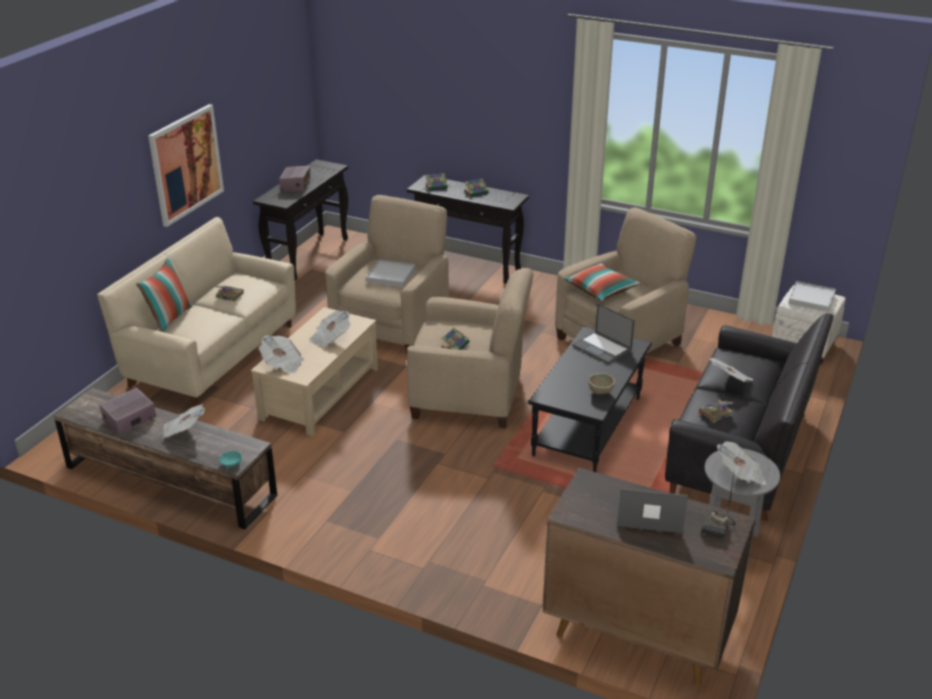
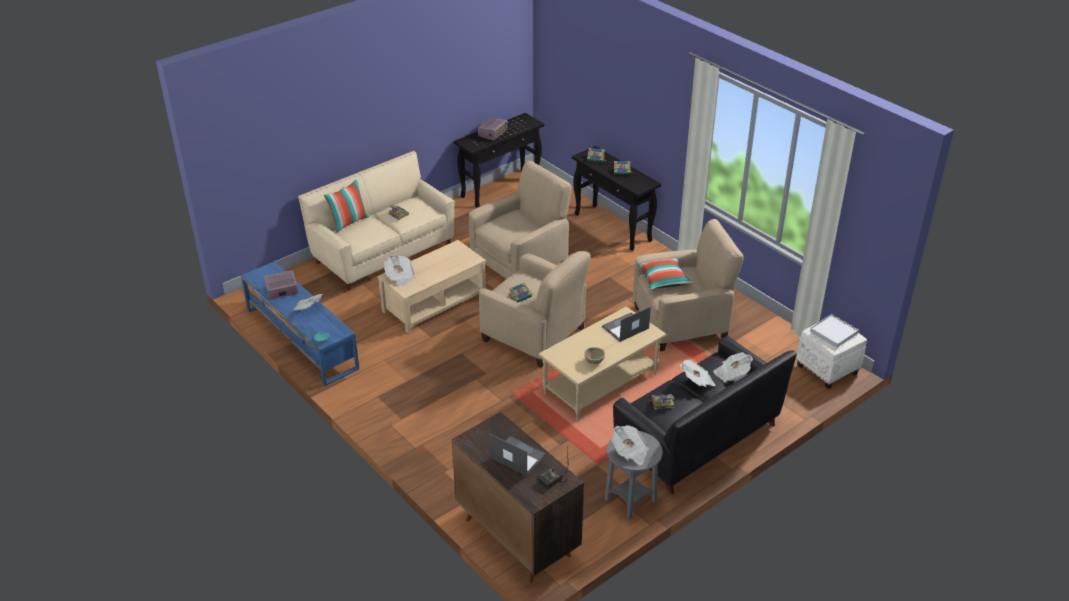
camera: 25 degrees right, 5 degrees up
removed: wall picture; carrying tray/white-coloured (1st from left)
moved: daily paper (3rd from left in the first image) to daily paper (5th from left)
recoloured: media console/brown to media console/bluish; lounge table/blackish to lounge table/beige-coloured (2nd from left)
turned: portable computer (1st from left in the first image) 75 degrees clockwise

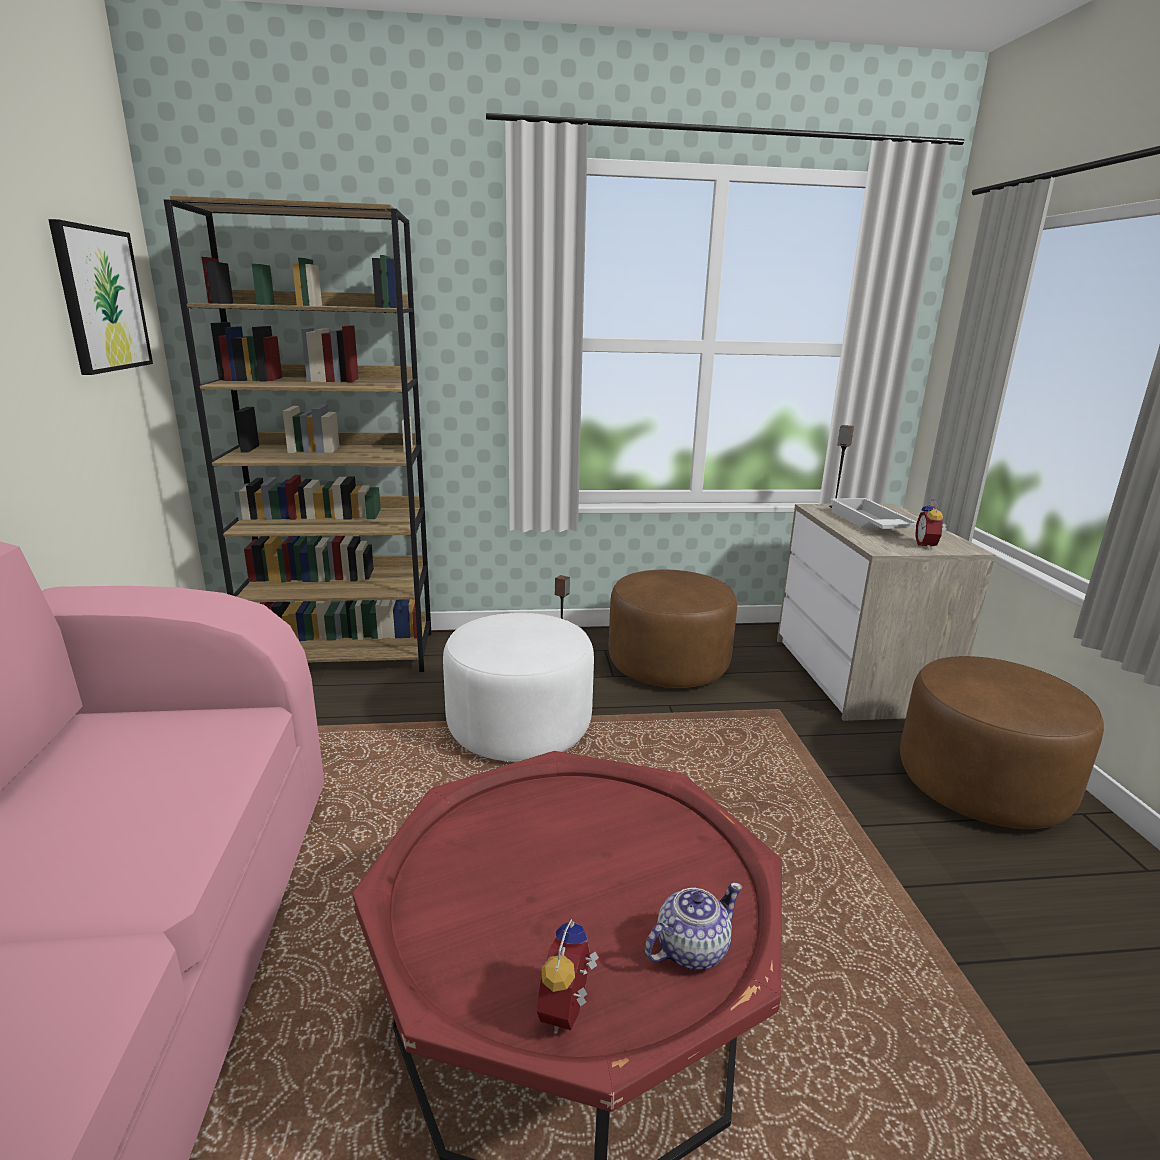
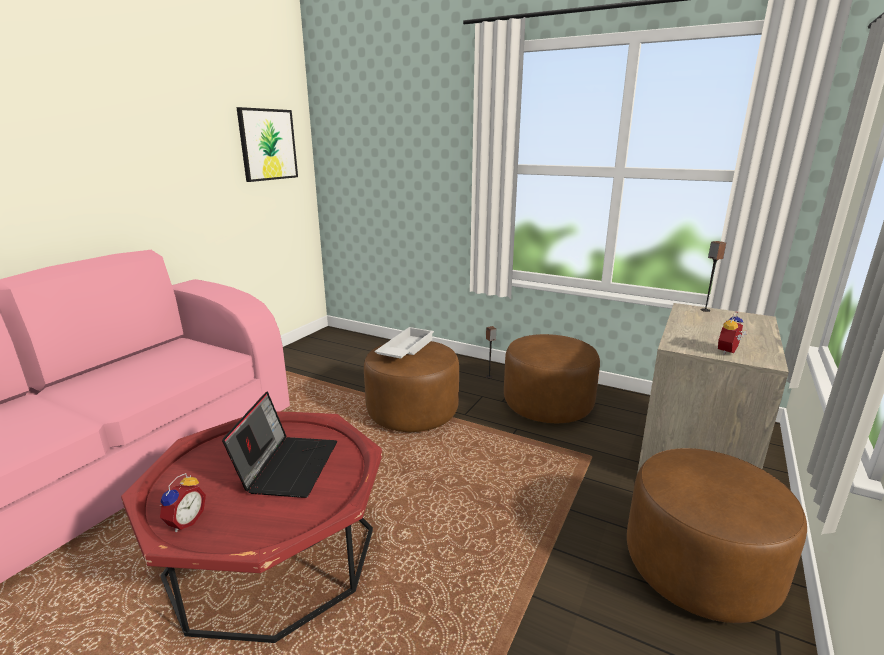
camera: 35 degrees right, 0 degrees up
removed: shelving unit/brown; teapot
added: portable computer
moved: carrying tray/white-coloured
recoloured: ottoman/white-coloured to ottoman/brown (1st from left)
turned: table clock (1st from left) 150 degrees clockwise

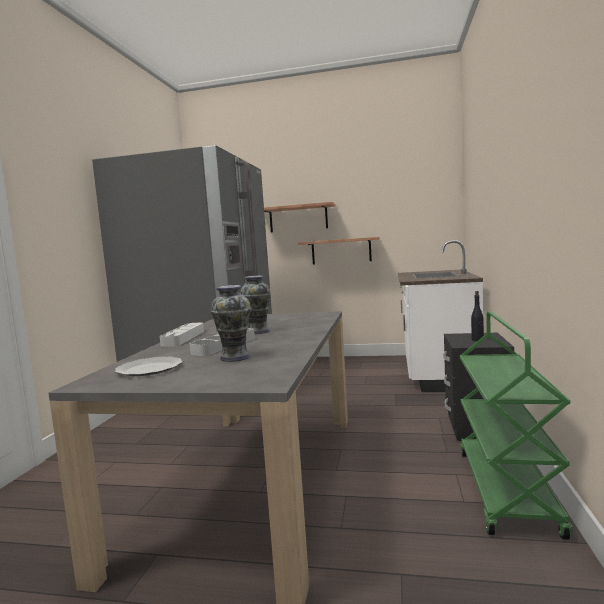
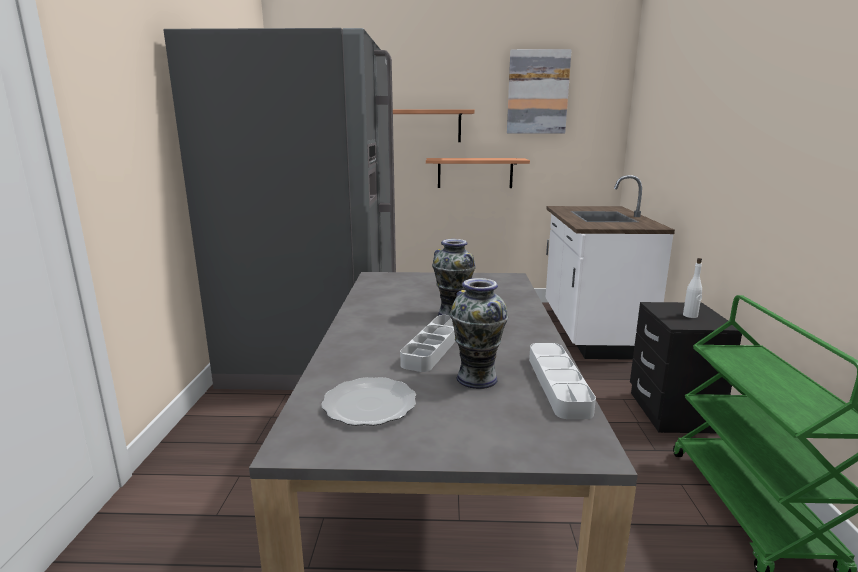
camera: 10 degrees left, 10 degrees up
added: wall picture
moved: carrying tray/greyish (1st from left in the first image) to carrying tray/greyish (2nd from left)
recoloured: drink bottle/blackish to drink bottle/white-coloured

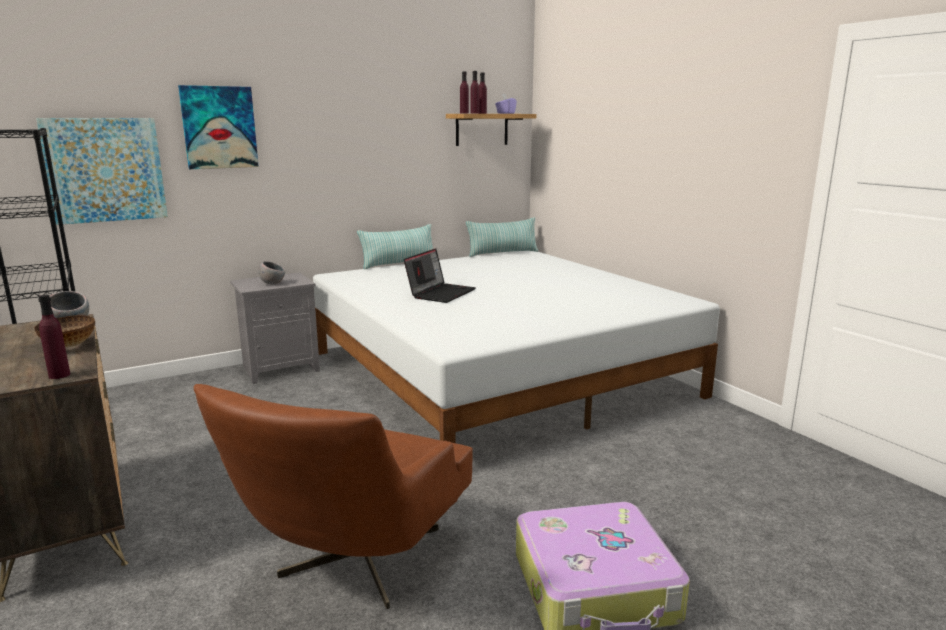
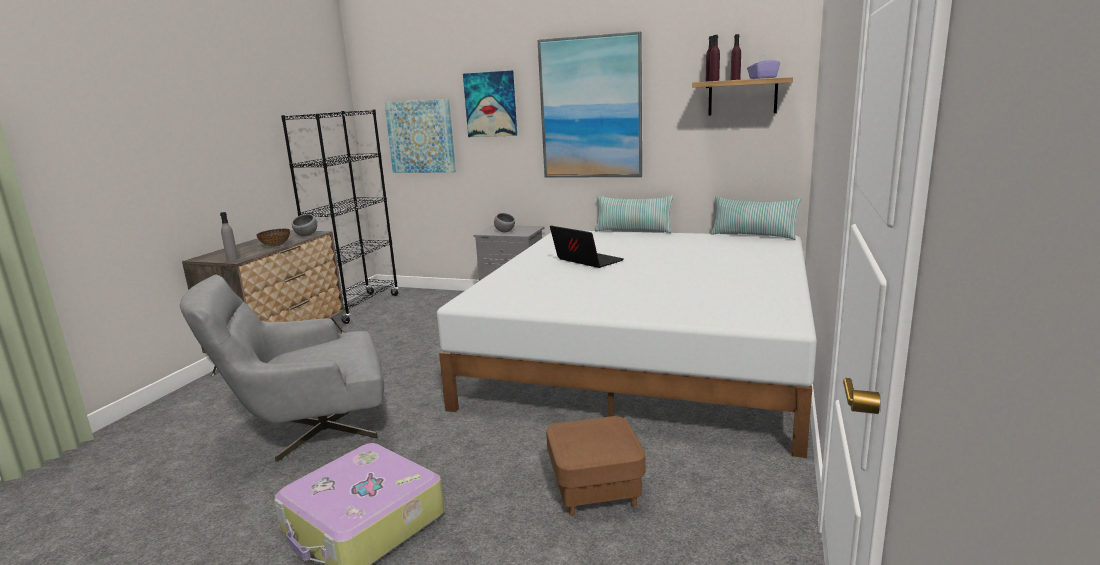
camera: 50 degrees right, 0 degrees up
added: wall picture (3rd from left); ottoman/brown
recoloured: drink bottle/purple (1st from left) to drink bottle/greyish; easy chair/brown to easy chair/greyish
turned: portable computer 120 degrees counterclockwise

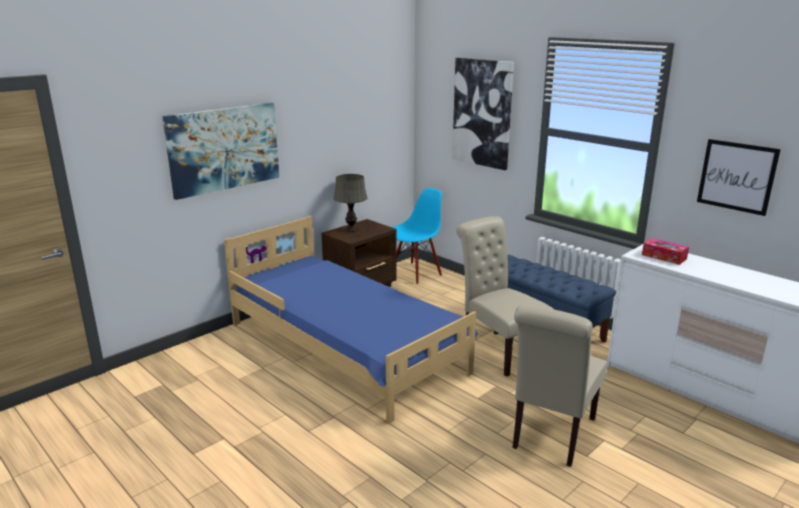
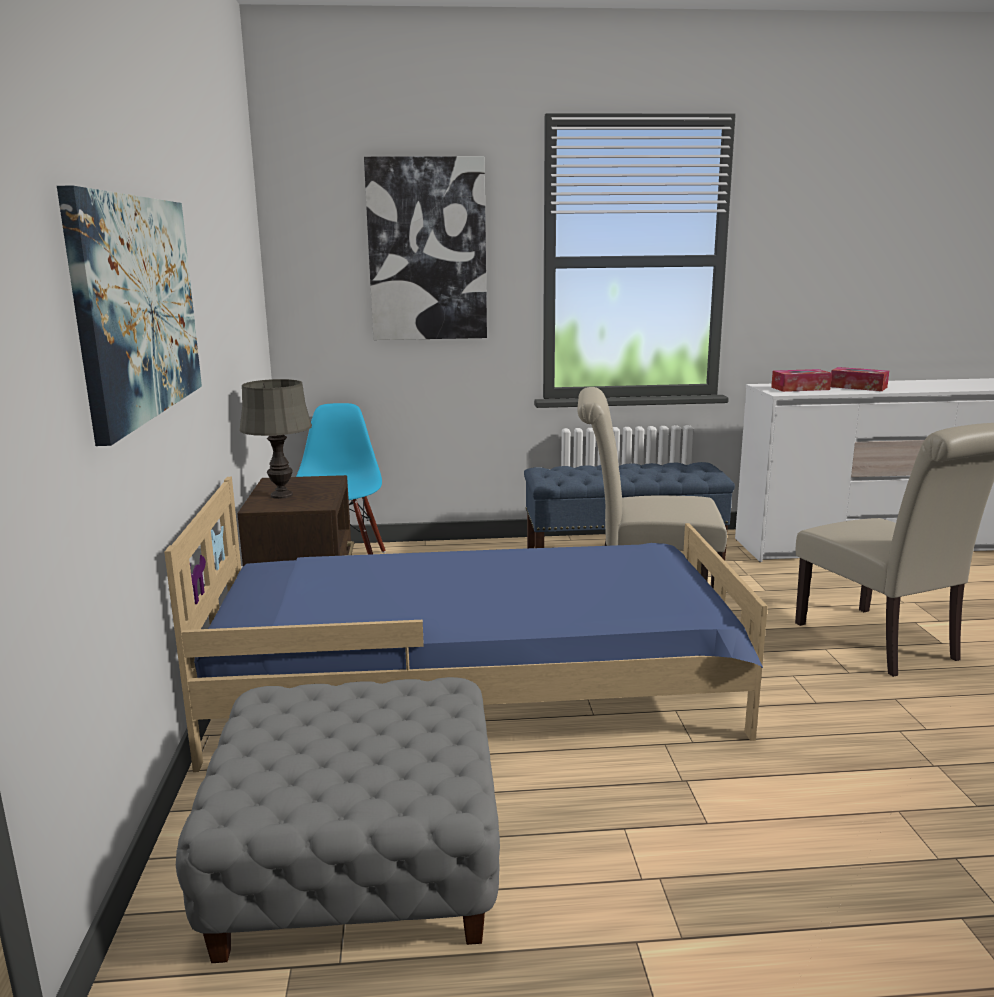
camera: 50 degrees left, 5 degrees down
removed: wall picture (3rd from left)
added: ottoman/greyish; tissue holder (2nd from left)

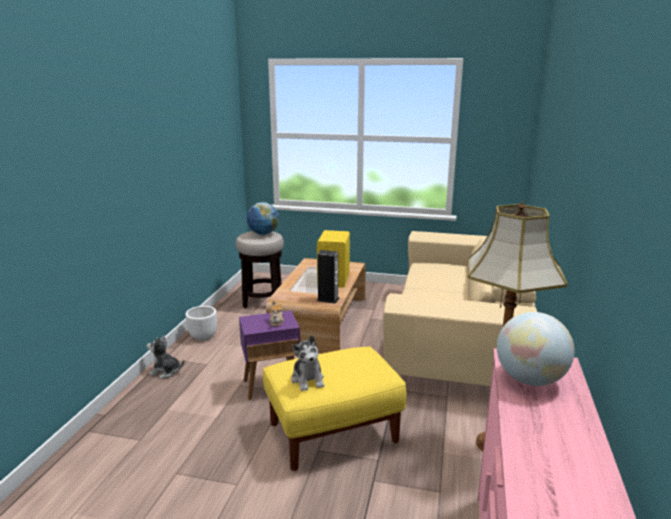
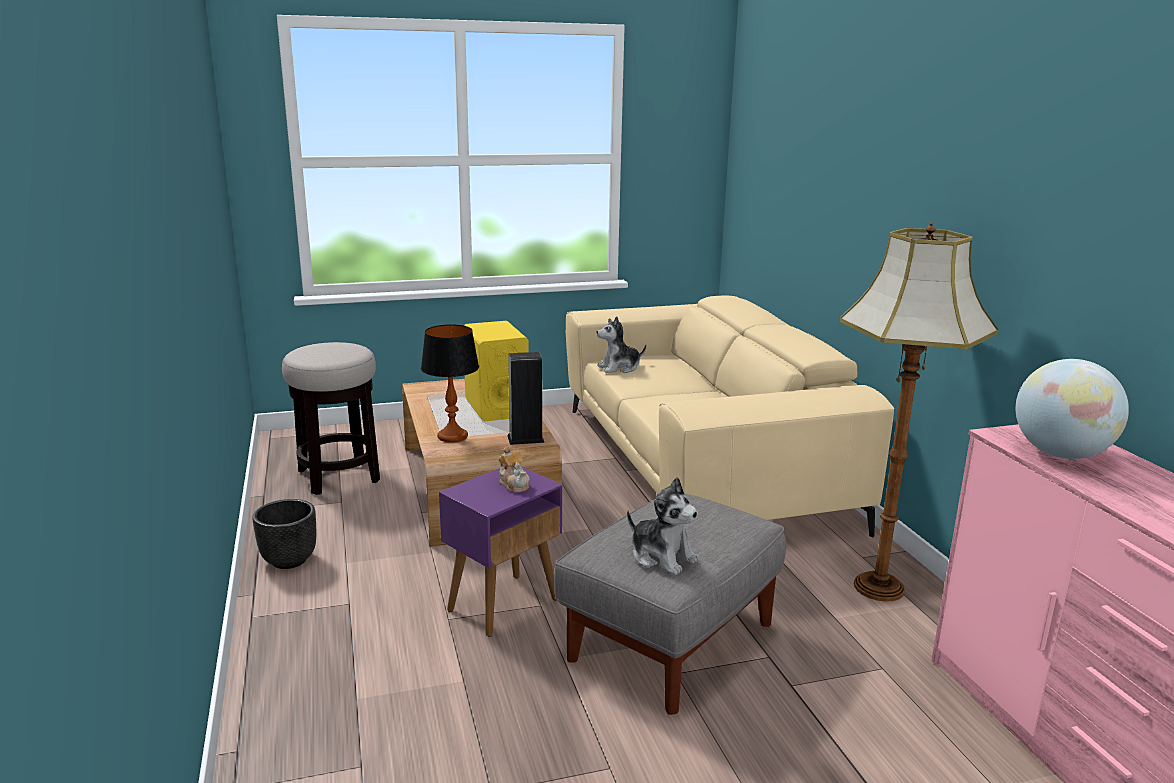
camera: 30 degrees left, 0 degrees up
removed: globe (1st from left)
added: lamp for a table
moved: cuddly toy (1st from left)
recoloured: flower pot/white-coloured to flower pot/blackish; ottoman/yellow to ottoman/greyish

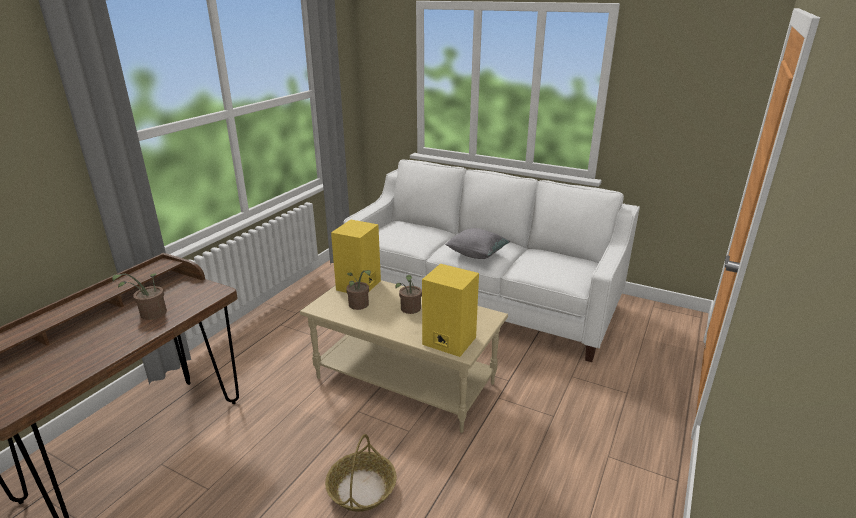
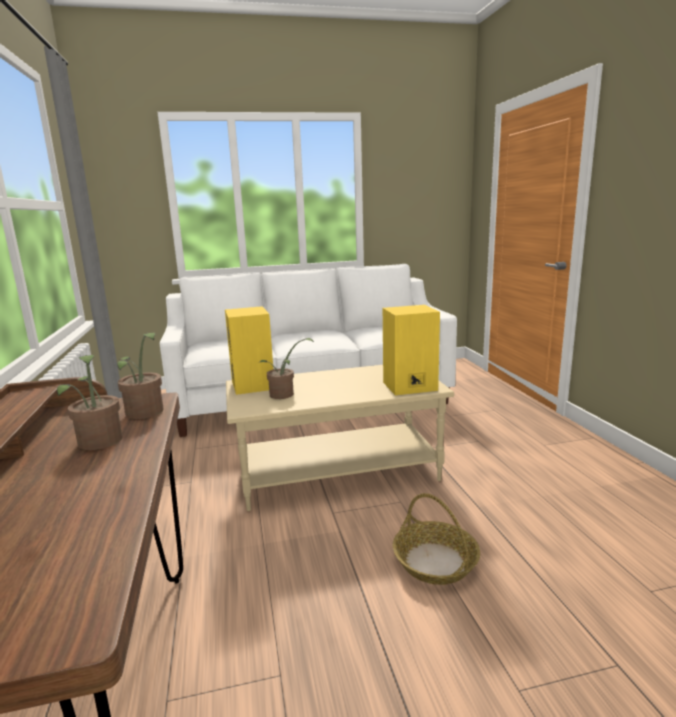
camera: 40 degrees left, 10 degrees down
removed: pillow/greyish
moved: houseplant (3rd from left in the first image) to houseplant (2nd from left)

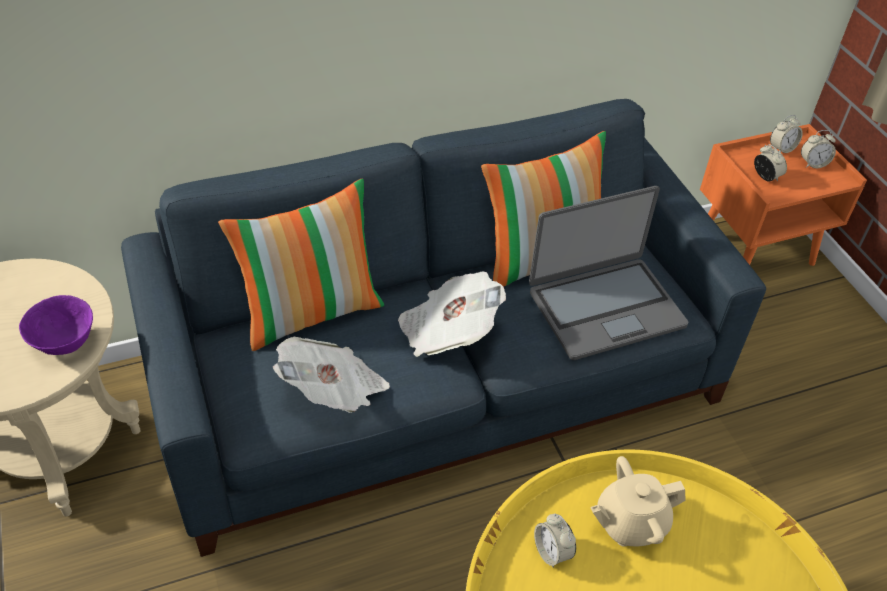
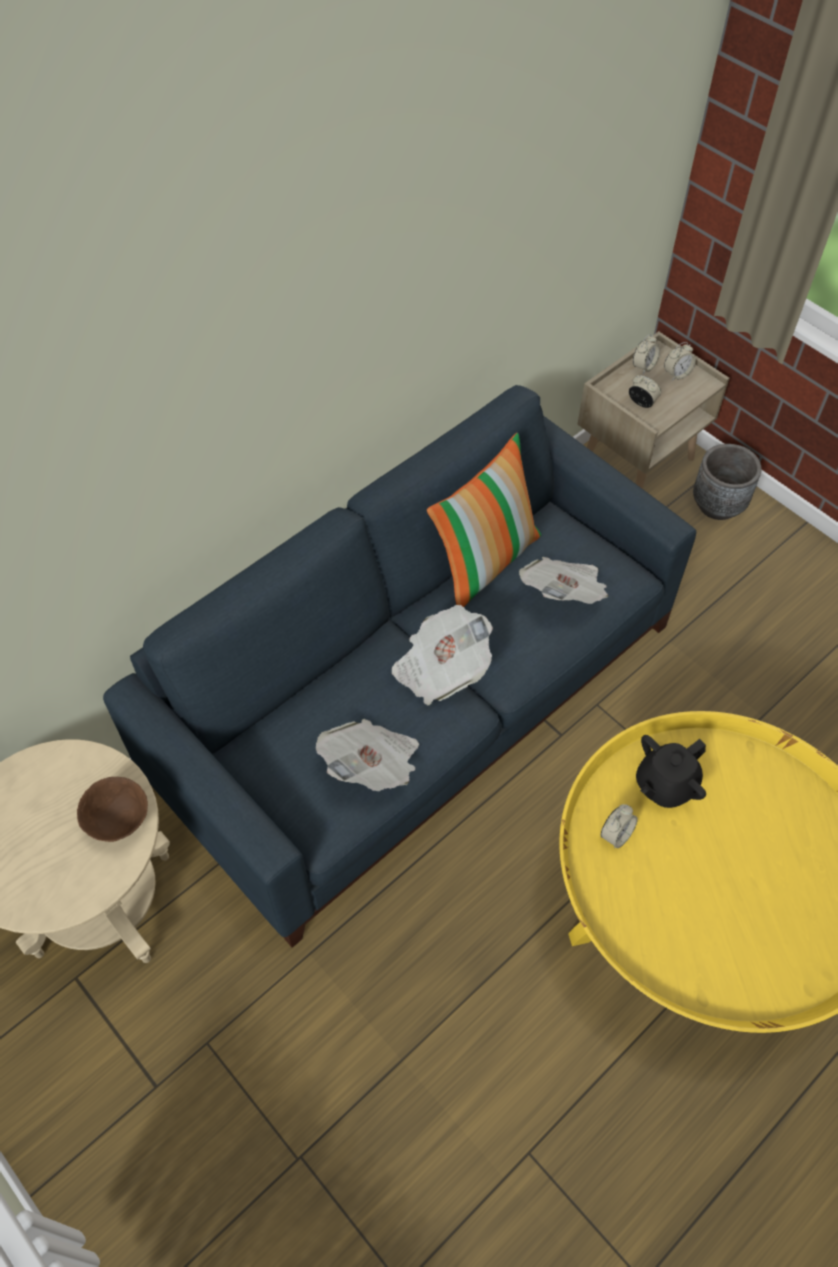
camera: 20 degrees left, 10 degrees up
removed: pillow (1st from left)
added: flower pot/greyish
replaced: portable computer to daily paper (3rd from left)
recoloured: deep dish/purple to deep dish/brown; teapot/beige-coloured to teapot/blackish; night table/orange-coloured to night table/beige-coloured
turned: table clock (1st from left) 90 degrees counterclockwise

